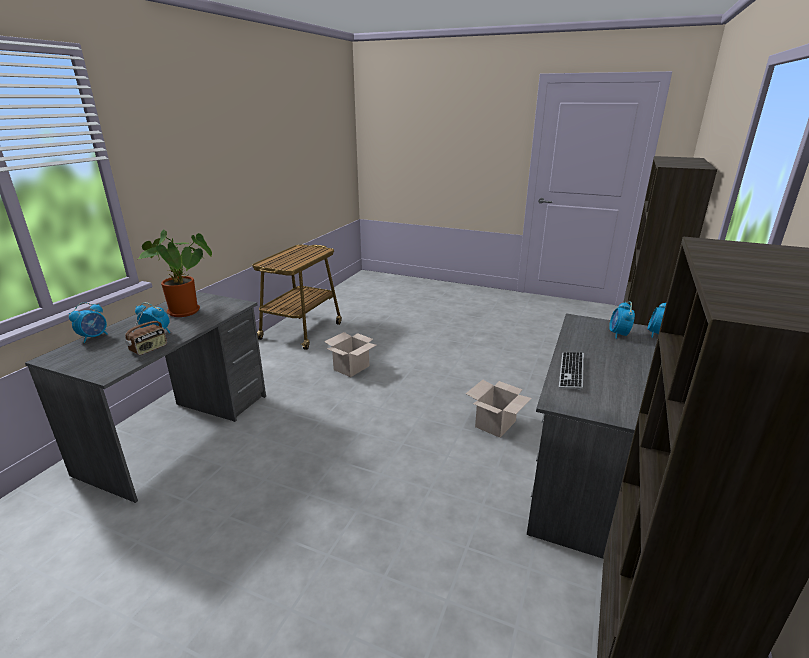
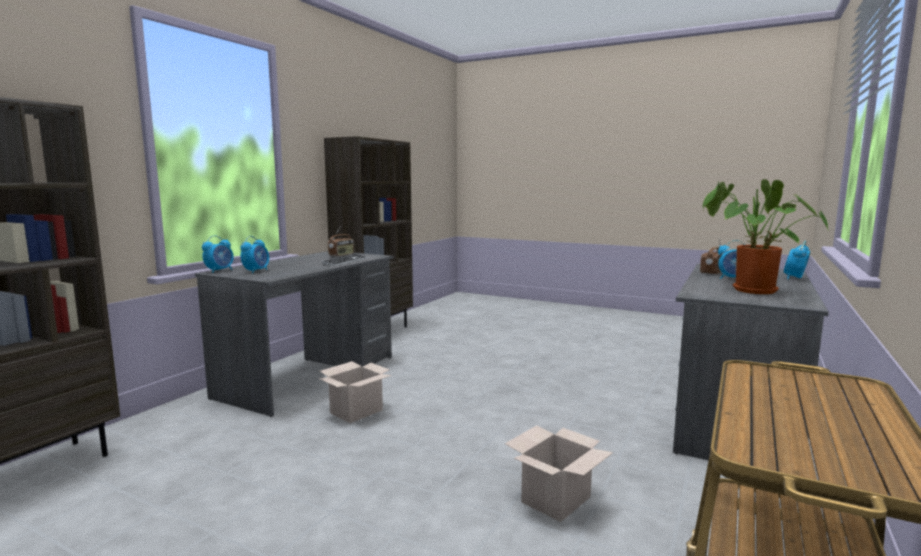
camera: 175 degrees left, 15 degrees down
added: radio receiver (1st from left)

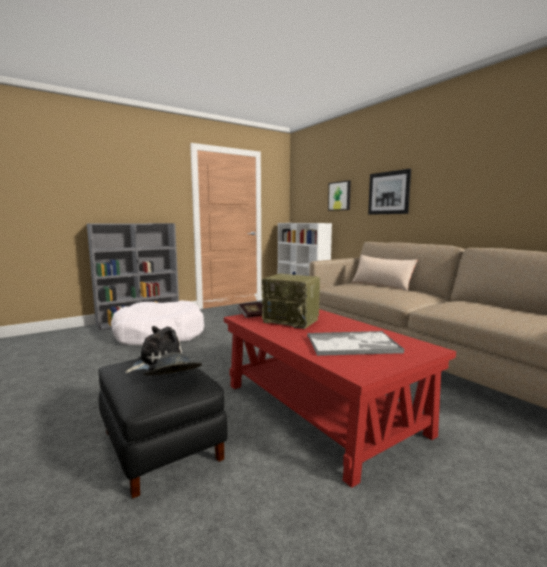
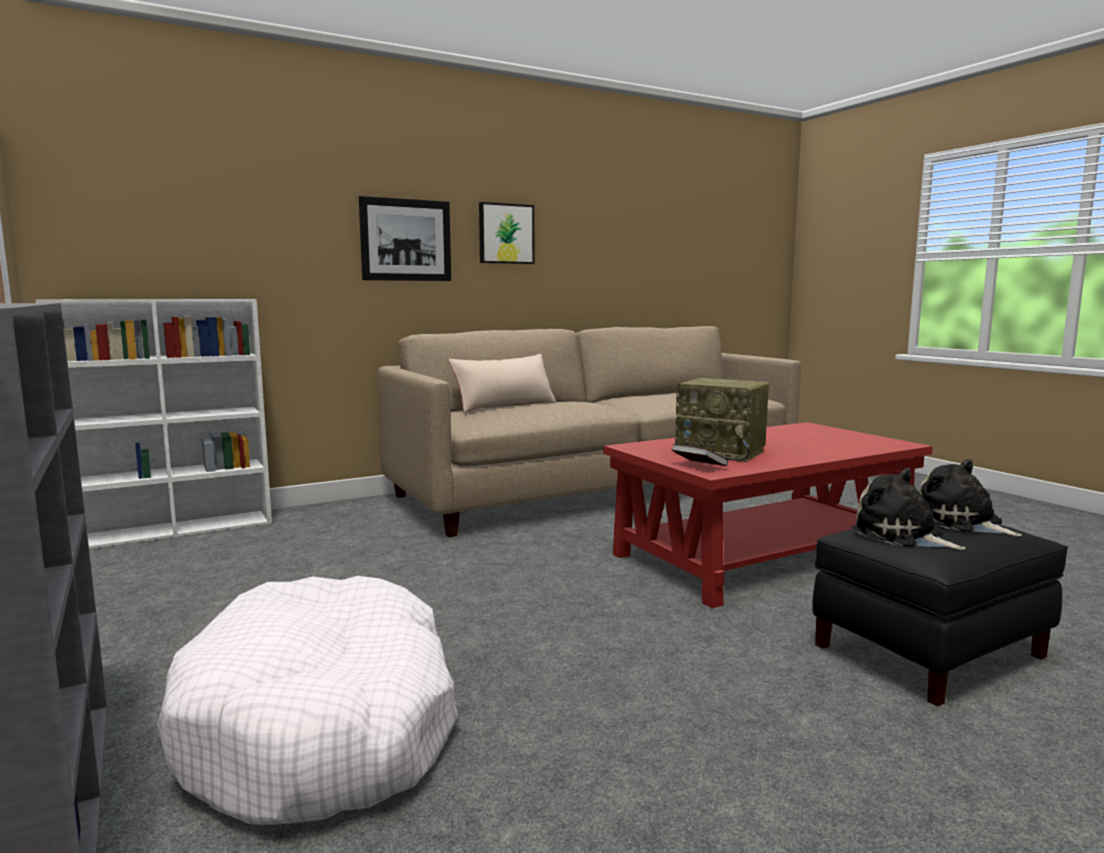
camera: 85 degrees left, 0 degrees up
removed: carrying tray
moved: wall picture (1st from left in the first image) to wall picture (2nd from left)
replaced: clothing hat/greyish to cuddly toy (2nd from left)
turned: radio receiver 90 degrees clockwise

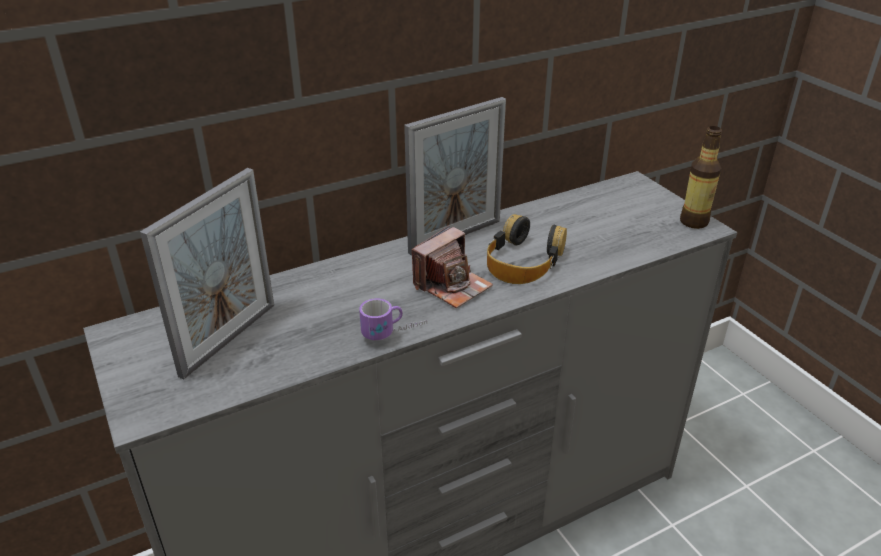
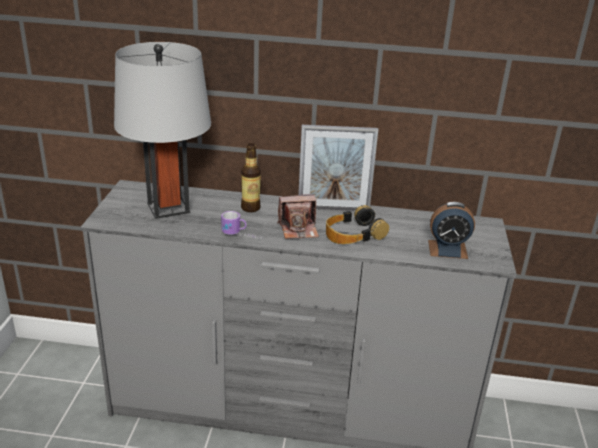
camera: 35 degrees right, 5 degrees down
added: table clock
moved: drink bottle
replaced: photo frame (1st from left) to lamp for a table/greyish

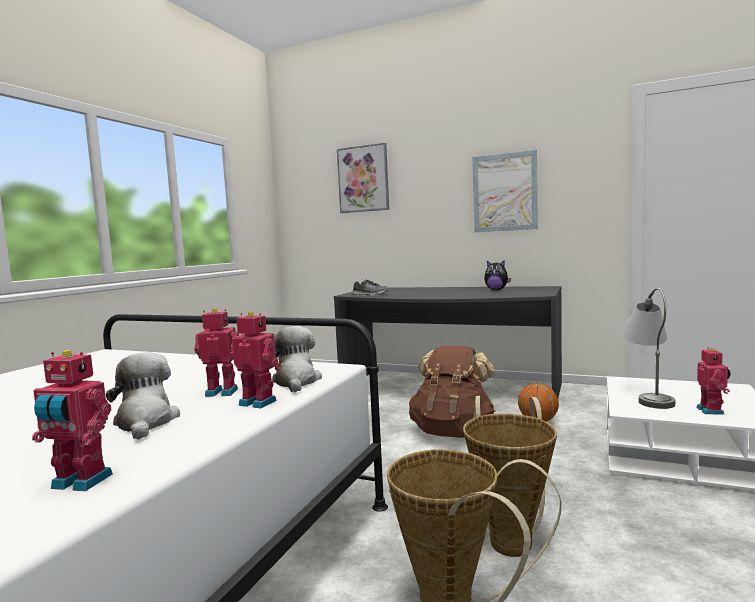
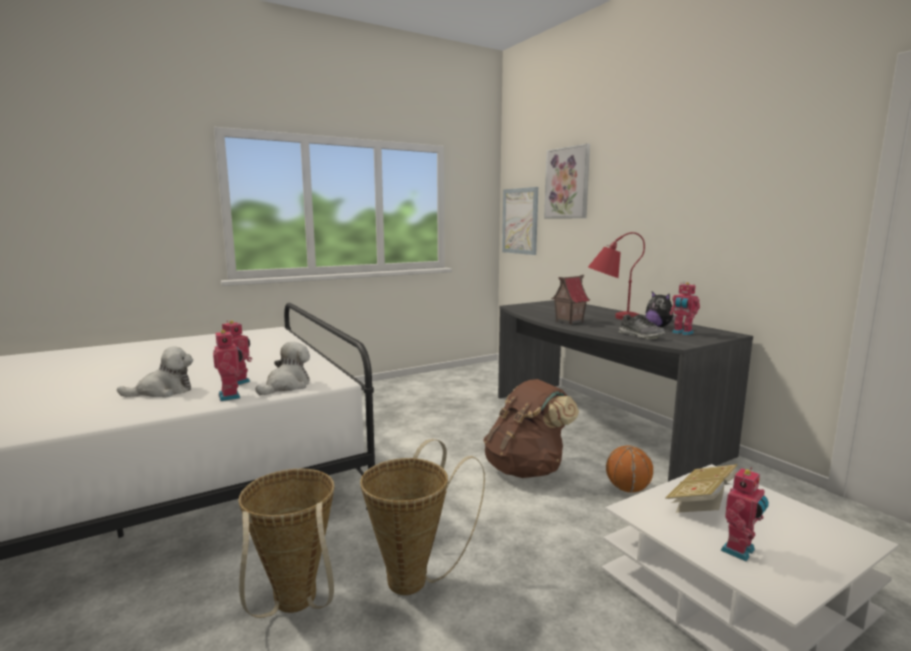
camera: 35 degrees right, 5 degrees up
added: miniature house; lamp for a table/red-coloured
moved: robot figure (1st from left in the first image) to robot figure (3rd from left); low shoe; wall picture (2nd from left in the first image) to wall picture (1st from left)
replaced: lamp for a table/greyish to bound book
turned: cuddly toy (1st from left) 45 degrees clockwise

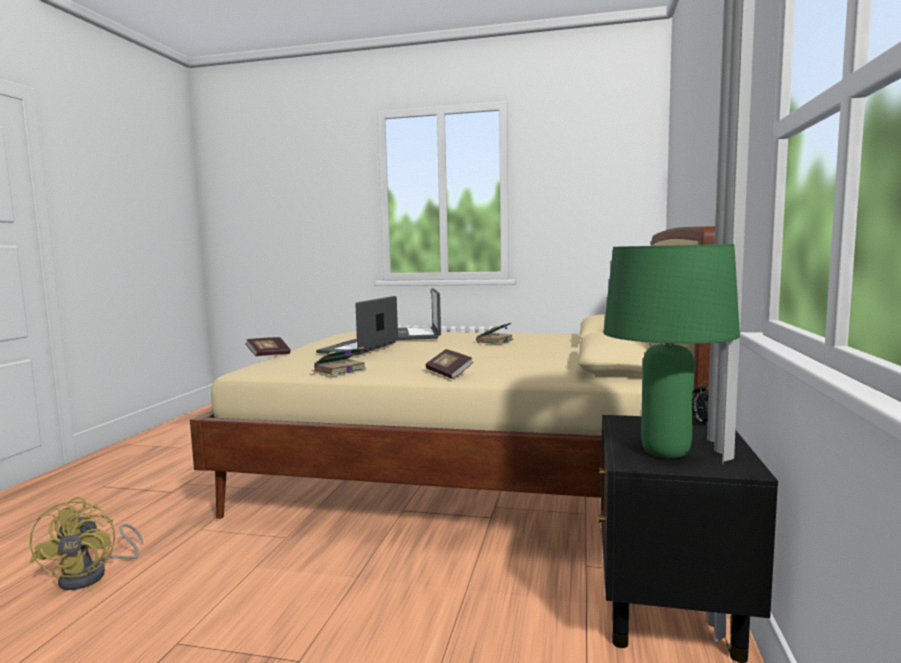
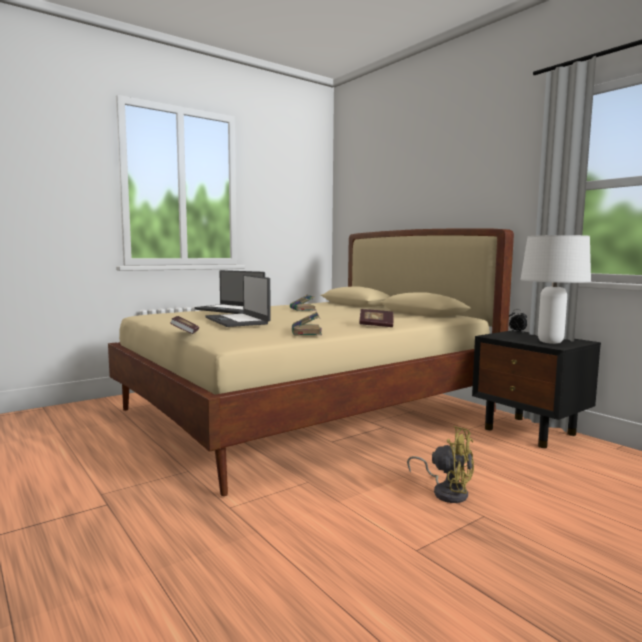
camera: 50 degrees left, 0 degrees up
moved: fan/yellow
recoloured: lamp for a table/green-coloured to lamp for a table/white-coloured

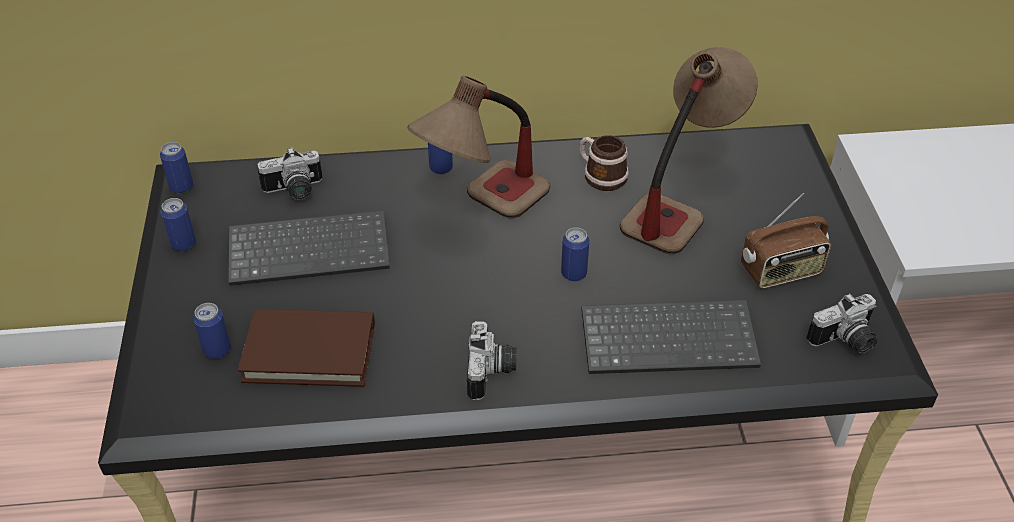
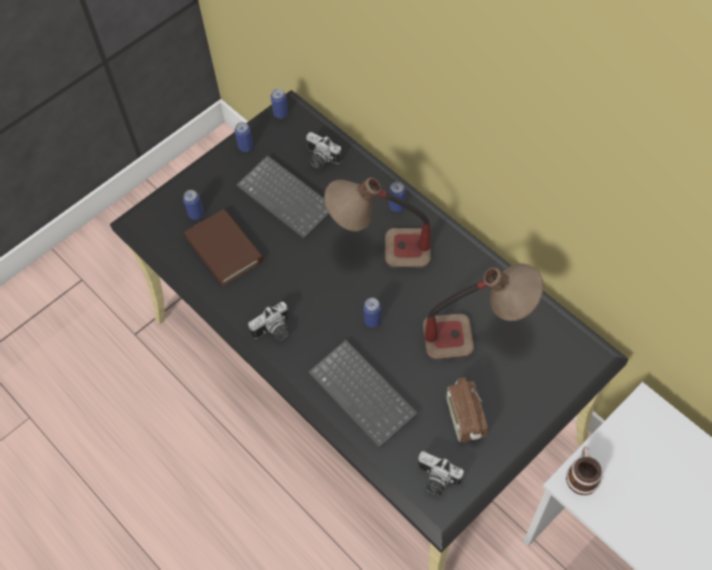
camera: 55 degrees right, 15 degrees up
moved: tea mug
turned: radio receiver 45 degrees clockwise

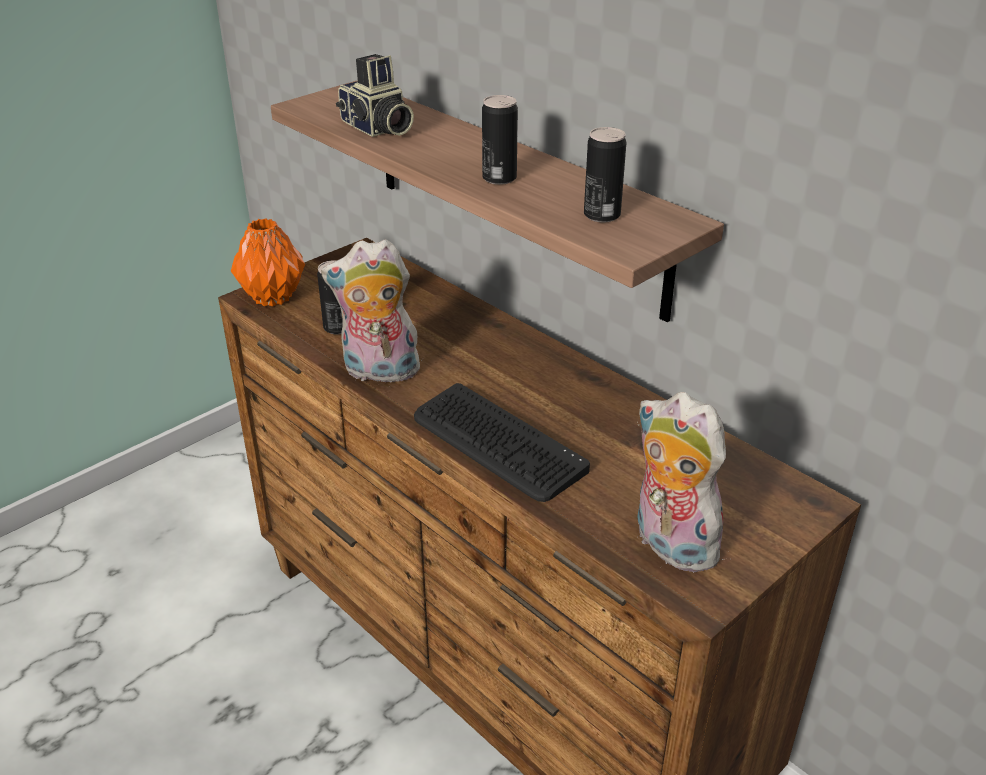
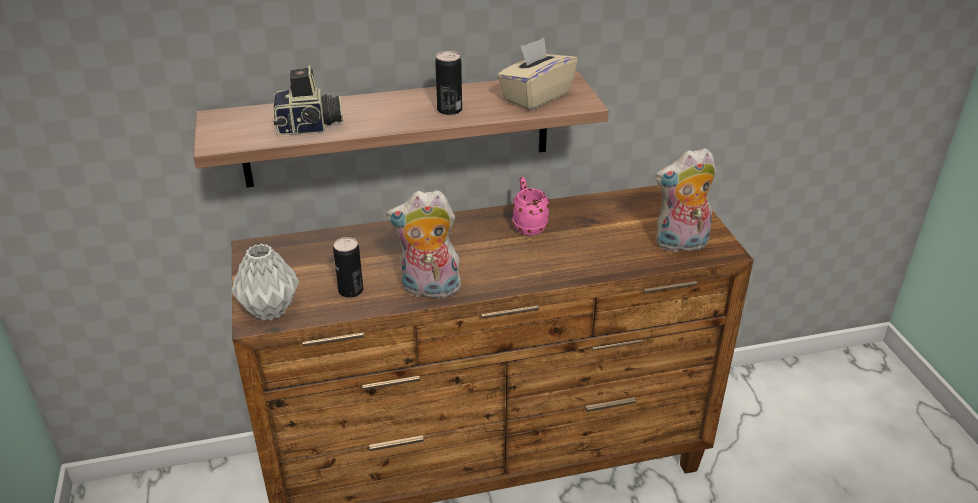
camera: 60 degrees left, 0 degrees up
removed: keyboard
added: tea mug/pinkish
replaced: metal can (3rd from left) to tissue holder/beige-coloured
recoloured: vase/orange-coloured to vase/greyish
turned: cuddly toy (1st from left) 60 degrees clockwise

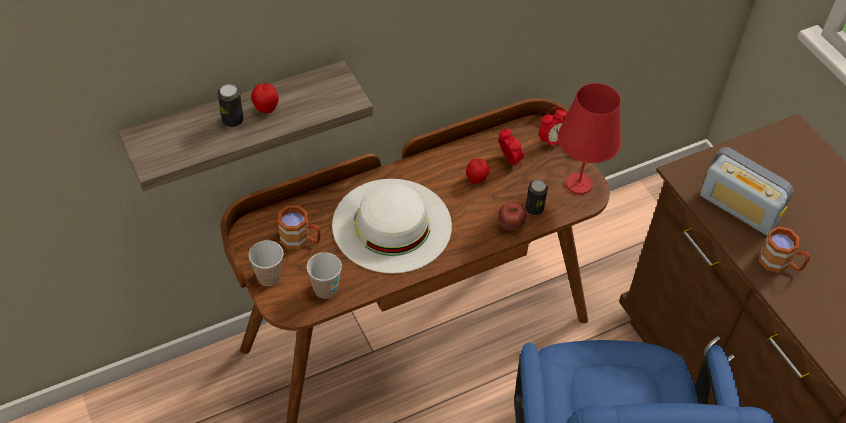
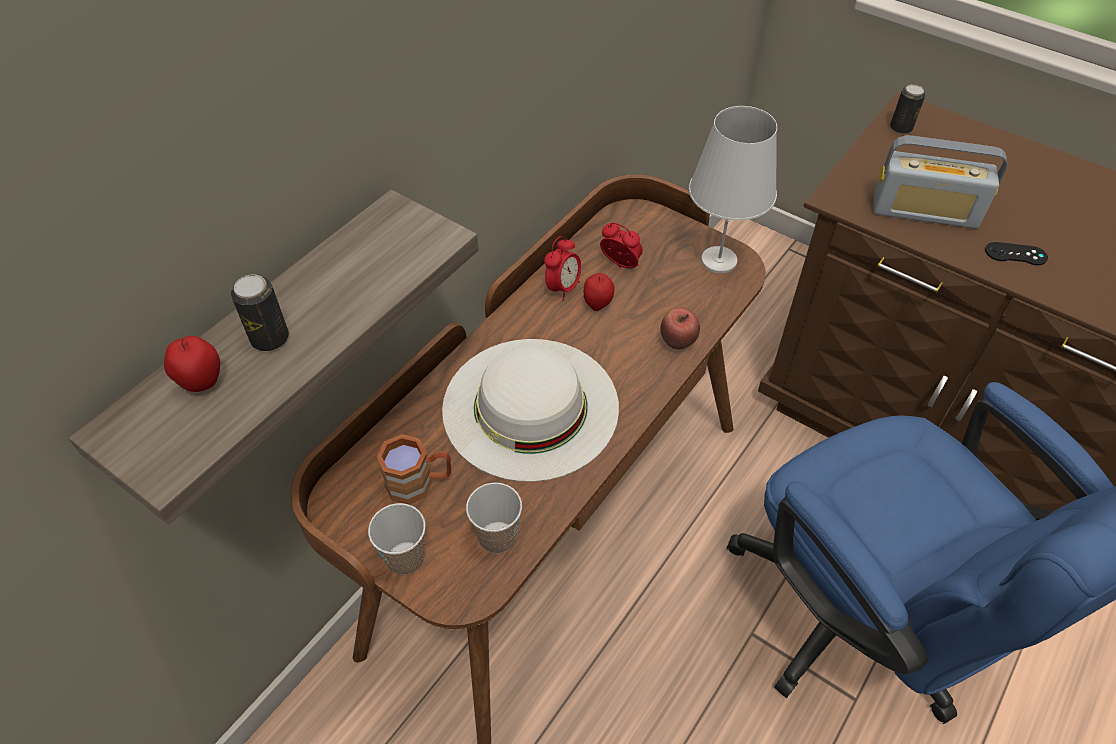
camera: 25 degrees left, 0 degrees up
moved: apple fruit (1st from left); metal can (2nd from left); table clock (2nd from left in the first image) to table clock (1st from left)
replaced: tea mug/brown (2nd from left) to gamepad/blackish
recoloured: lamp for a table/red-coloured to lamp for a table/white-coloured

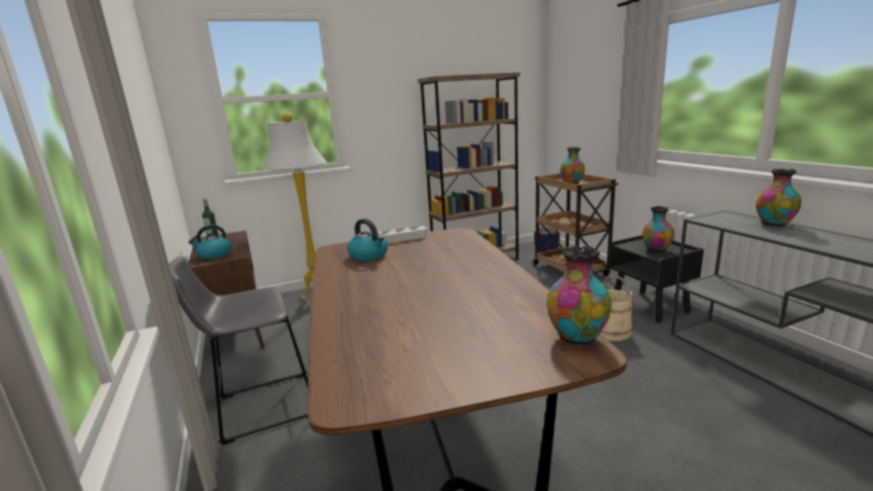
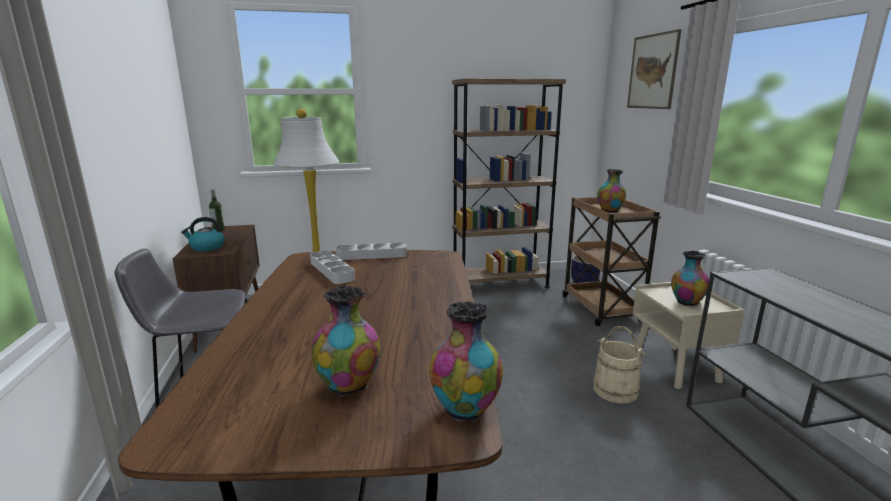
camera: 10 degrees right, 0 degrees up
added: wall picture
moved: vase (4th from left in the first image) to vase (1st from left)
replaced: water kettle (2nd from left) to carrying tray/greyish (1st from left)
recoloured: night table/blackish to night table/beige-coloured

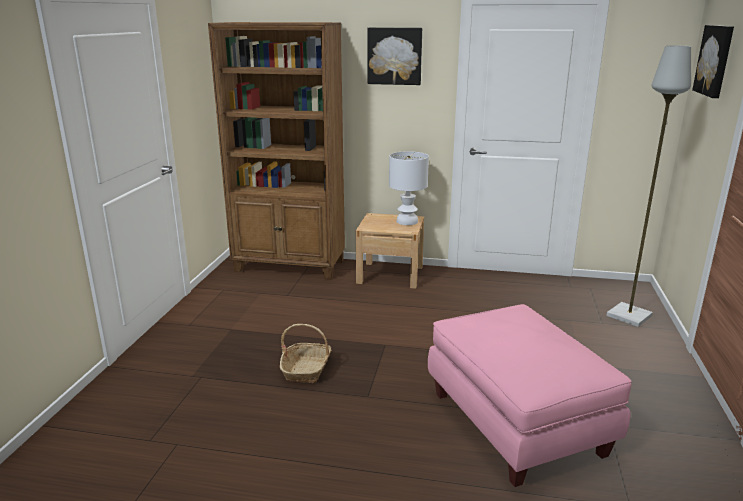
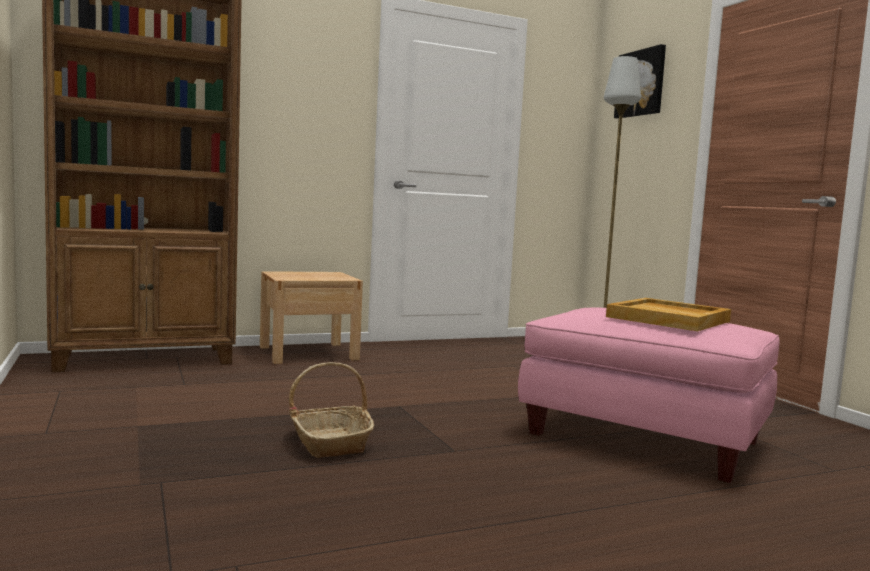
camera: 35 degrees left, 15 degrees down
removed: wall picture (1st from left); lamp for a table/white-coloured
added: carrying tray/beige-coloured

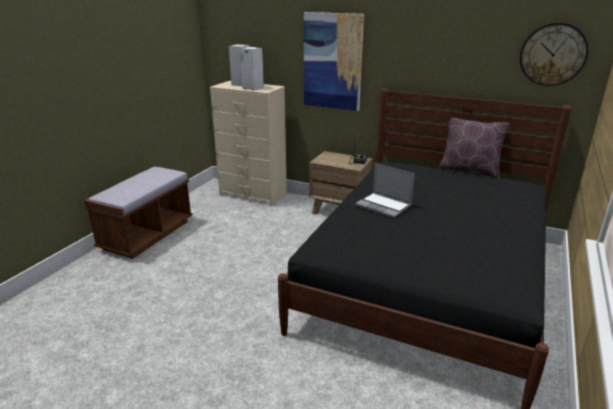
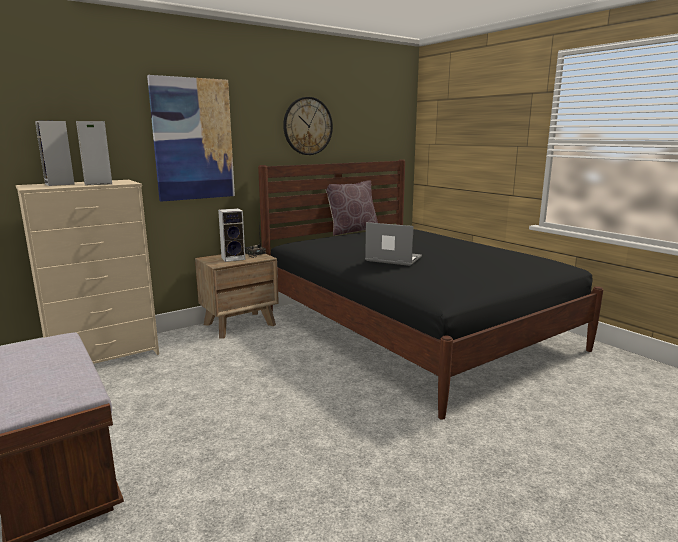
camera: 60 degrees left, 10 degrees down
added: speaker (3rd from left)
moved: hanging clock
turned: portable computer 135 degrees counterclockwise

